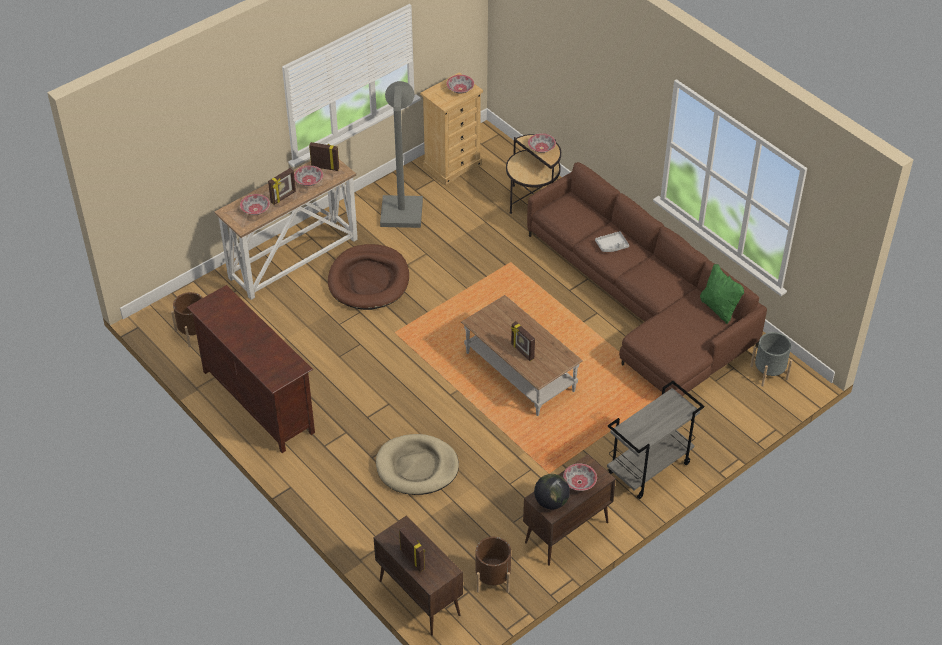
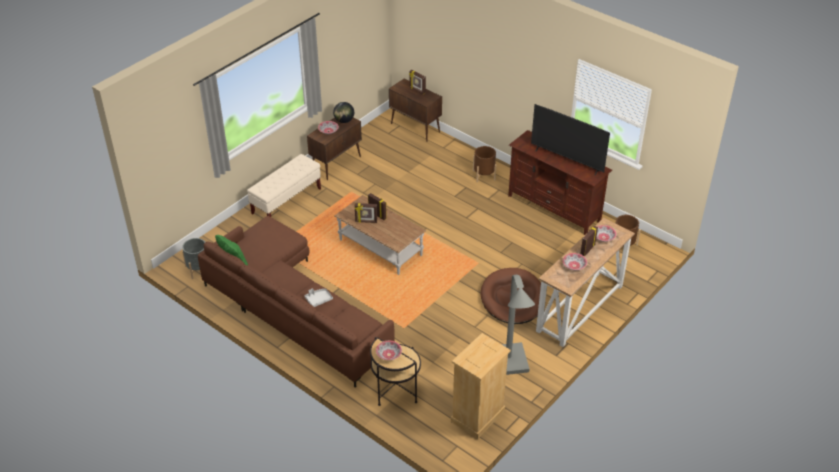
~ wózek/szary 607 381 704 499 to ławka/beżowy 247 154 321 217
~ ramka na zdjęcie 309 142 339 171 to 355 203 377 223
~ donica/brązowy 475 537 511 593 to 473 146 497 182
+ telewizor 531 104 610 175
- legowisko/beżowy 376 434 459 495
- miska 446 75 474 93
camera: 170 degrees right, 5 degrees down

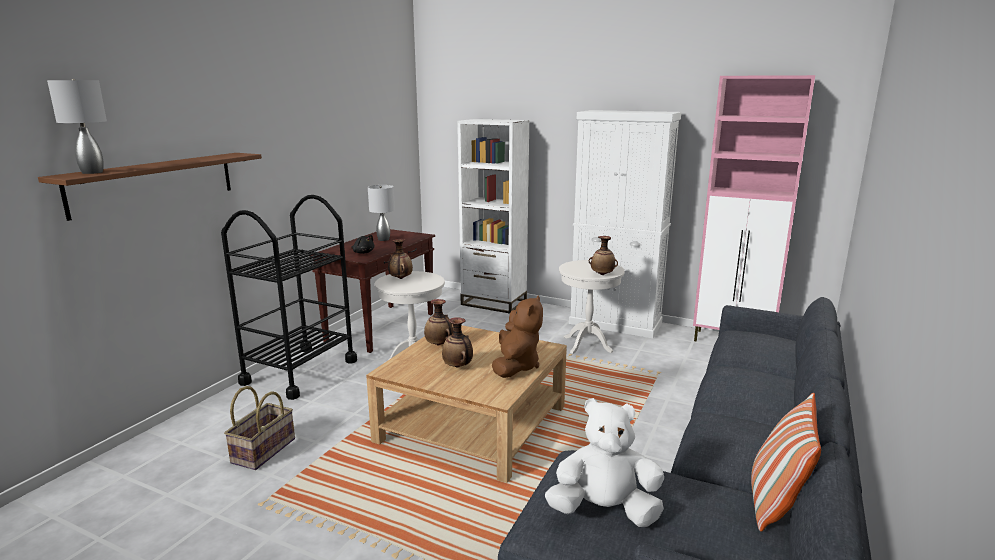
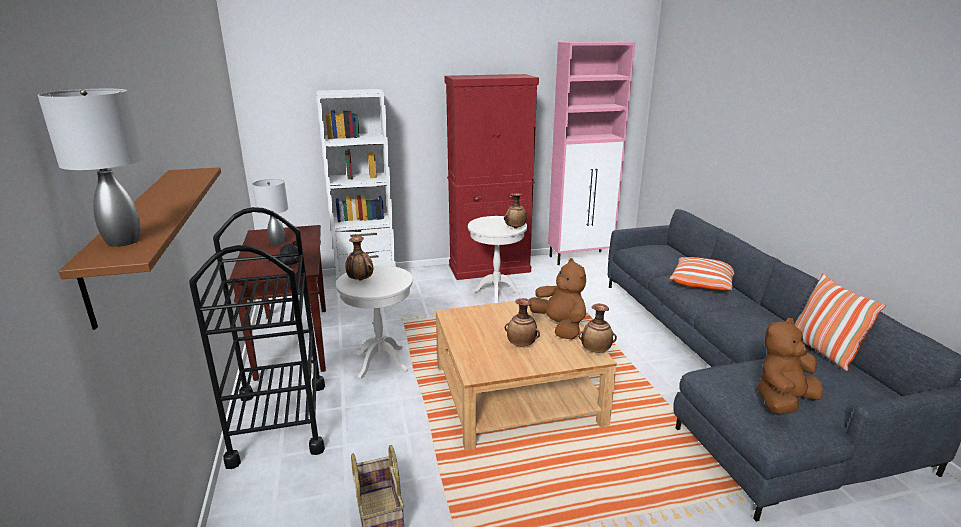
~ szafka/biały 569 110 681 338 to szafka/czerwony 444 74 539 280
~ wazon 424 299 453 346 to 578 304 617 353
+ poduszka 670 257 734 290
~ pluszak/biały 545 398 664 527 to pluszak/brązowy 757 318 823 414
camera: 40 degrees left, 5 degrees up

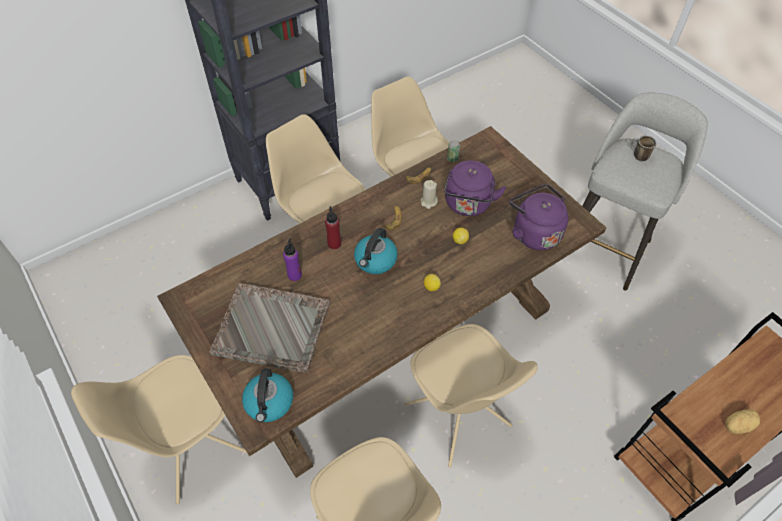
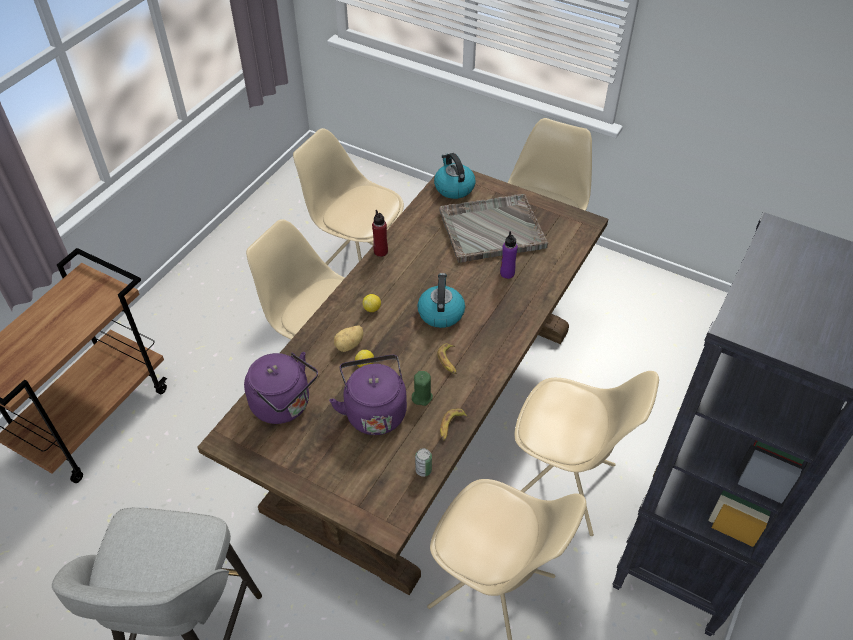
~ ziemniak 725 409 760 434 to 334 325 364 352
~ butelka/czerwony 325 206 341 249 to 372 210 388 257
~ świeca/beżowy 421 180 438 209 to świeca/zielony 412 371 433 406
- kubek 630 135 657 162
camera: 155 degrees right, 5 degrees down

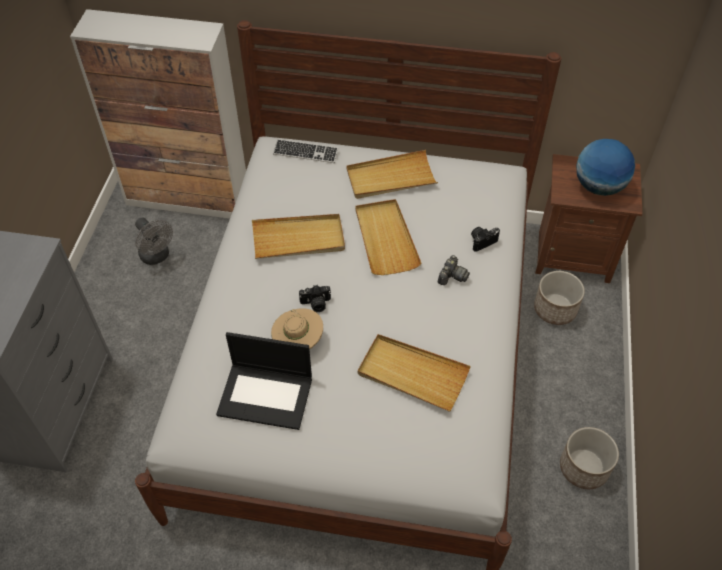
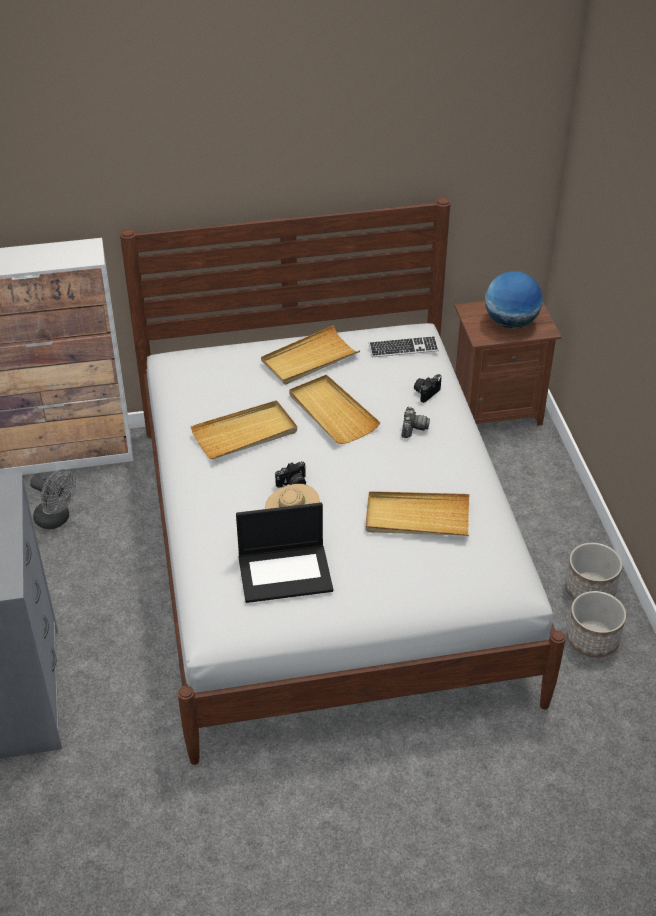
~ klawiatura 273 139 338 163 to 369 336 439 357
~ donica 534 271 585 325 to 567 591 626 658
camera: 20 degrees left, 10 degrees down

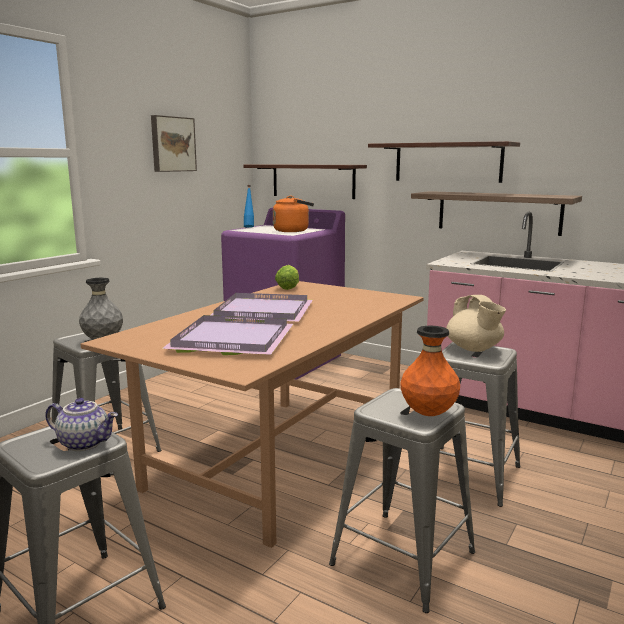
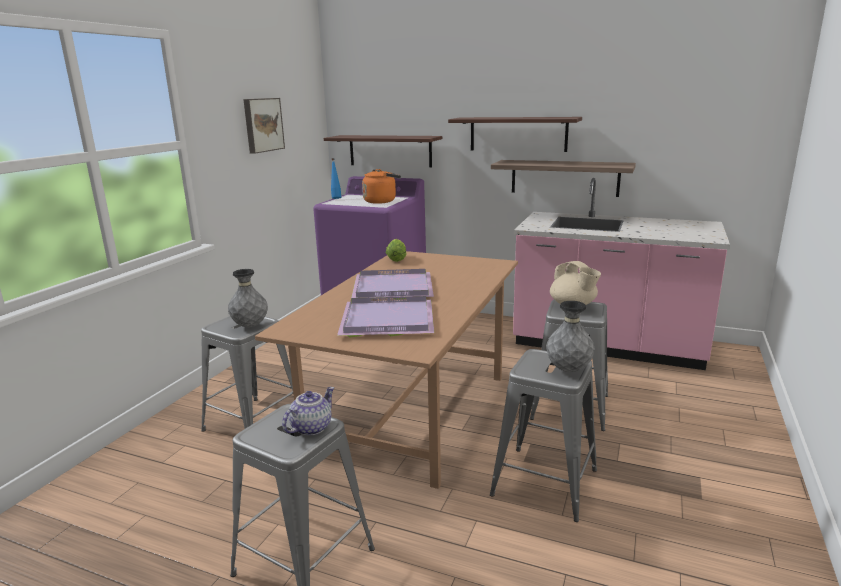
~ imbryk 45 398 118 451 = 282 387 334 436 60 degrees counterclockwise
~ wazon/pomarańczowy 400 326 460 416 to wazon/szary 546 301 595 372
camera: 10 degrees left, 5 degrees up

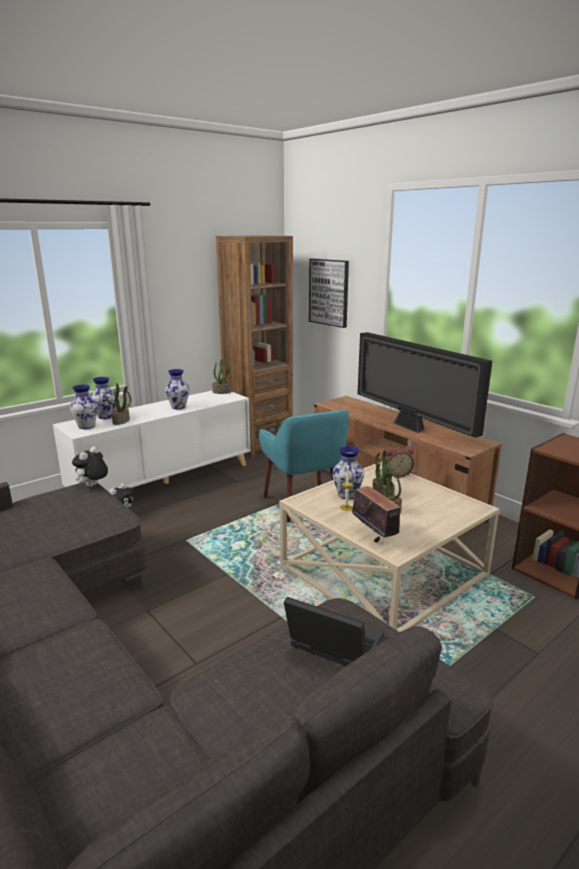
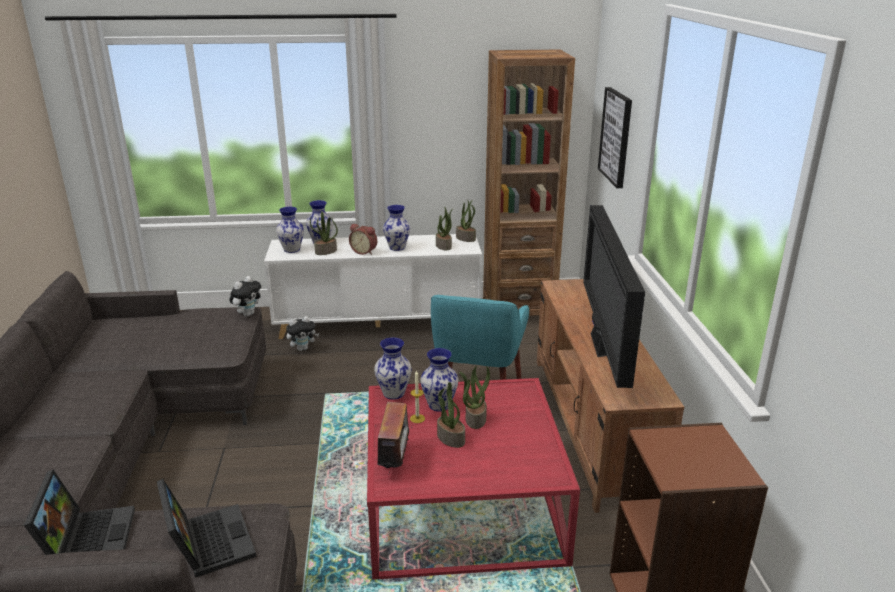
+ laptop 24 470 135 555
~ pluszak 72 446 108 487 = 229 276 261 317 150 degrees clockwise
~ budzik 385 446 414 478 to 349 224 377 255
~ ława/beżowy 279 462 500 632 to ława/czerwony 367 378 580 580
+ wazon 374 338 412 400
+ roślina doniczkowa 436 207 454 250
camera: 35 degrees right, 5 degrees up

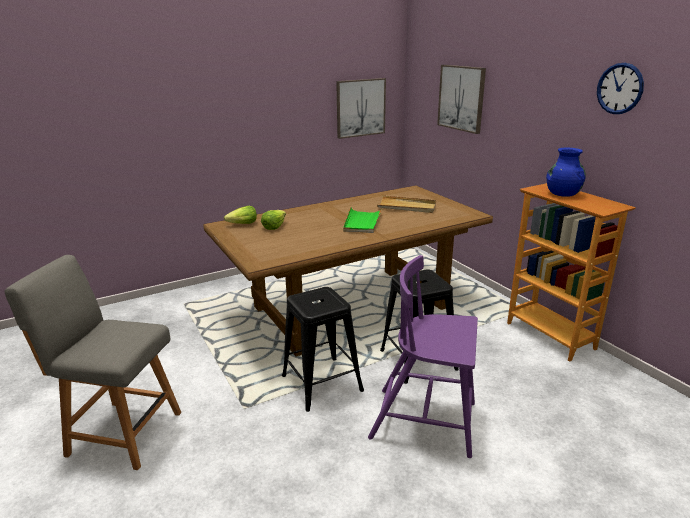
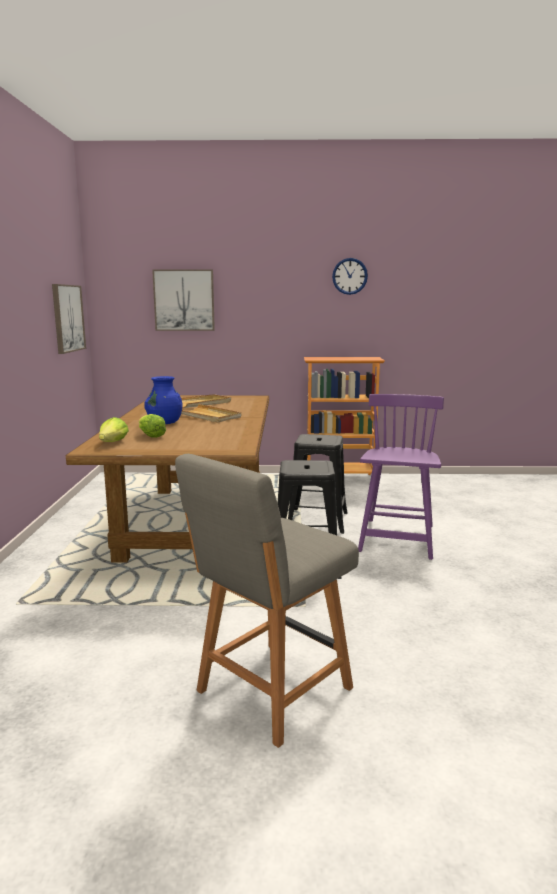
~ wazon/niebieski 546 148 586 197 to 144 376 182 424
~ taca/zielony 343 207 382 233 to taca/beżowy 181 404 241 423
~ krzesło/fioletowy 368 255 478 458 = 358 394 444 560 150 degrees clockwise
camera: 60 degrees left, 10 degrees down

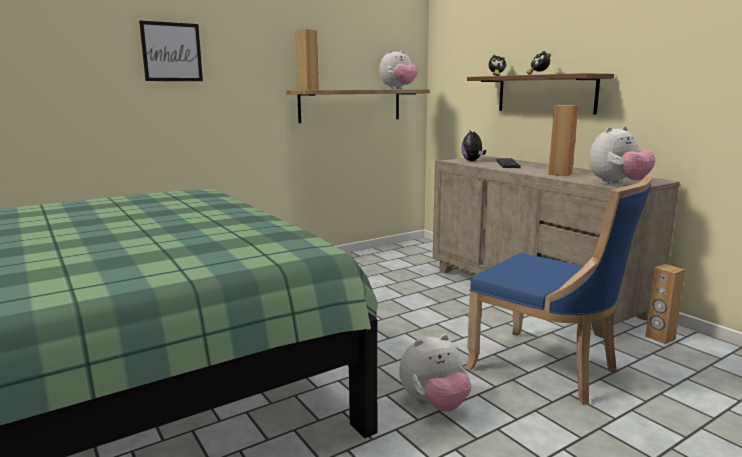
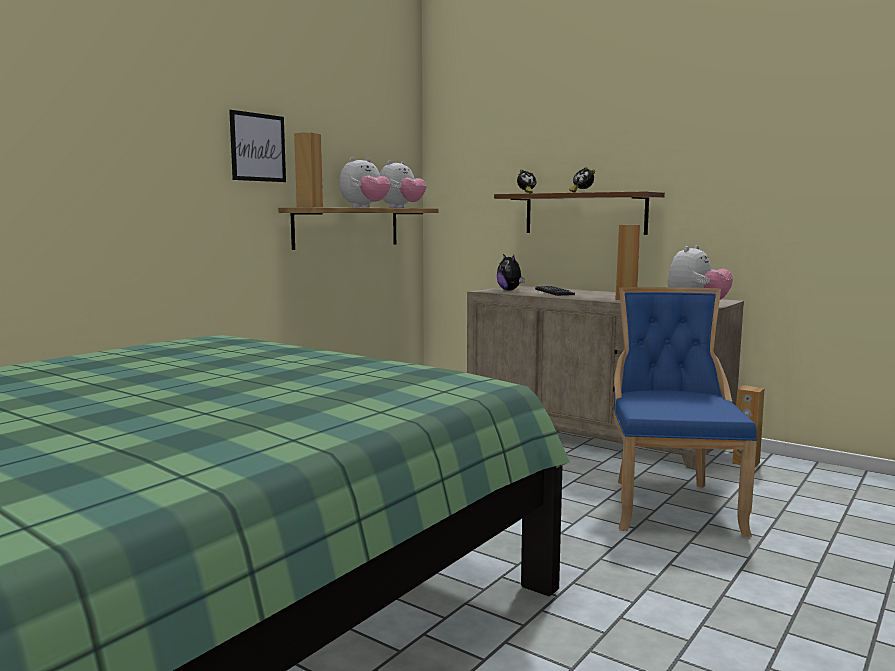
~ obraz 139 21 203 81 to 229 110 286 182
~ pluszak 399 334 471 412 to 339 157 391 208
~ krzesło/niebieski 465 176 653 405 = 614 287 757 537 105 degrees counterclockwise
camera: 20 degrees left, 5 degrees down

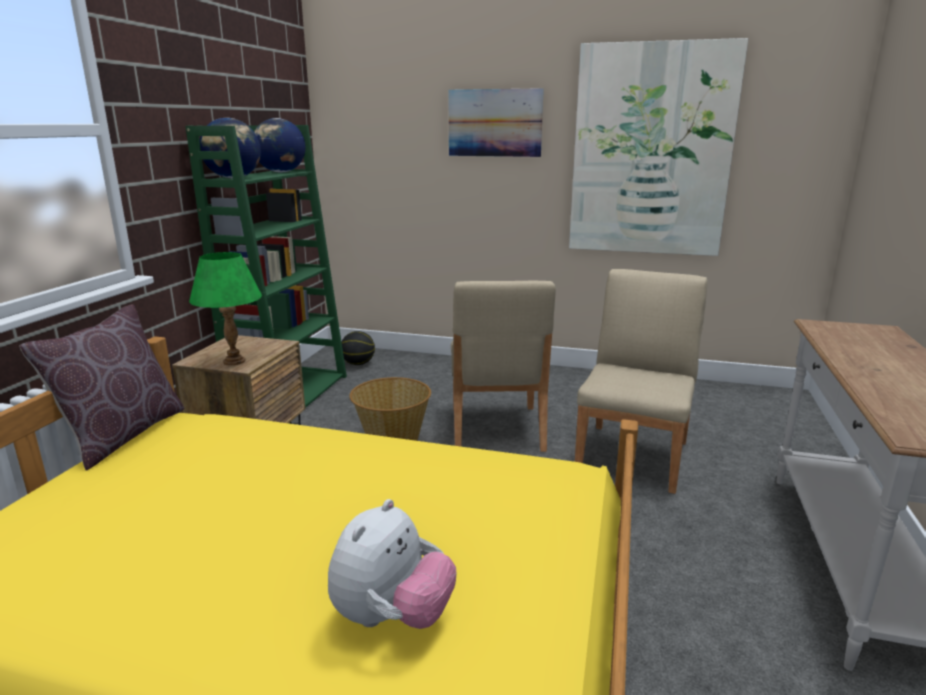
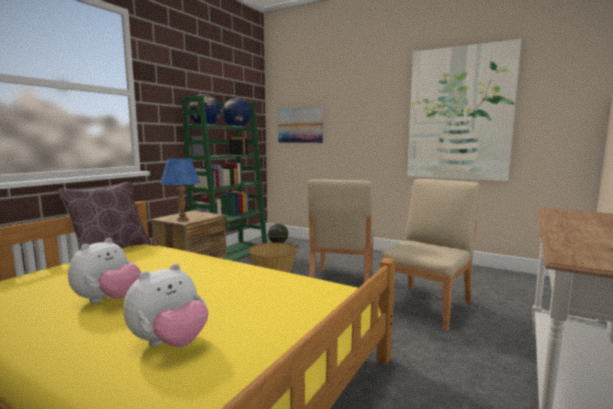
+ pluszak 68 238 141 304
~ lampa stołowa/zielony 189 252 262 365 to lampa stołowa/niebieski 160 158 200 221
~ obraz 448 88 544 157 to 278 107 323 143
camera: 15 degrees right, 10 degrees down

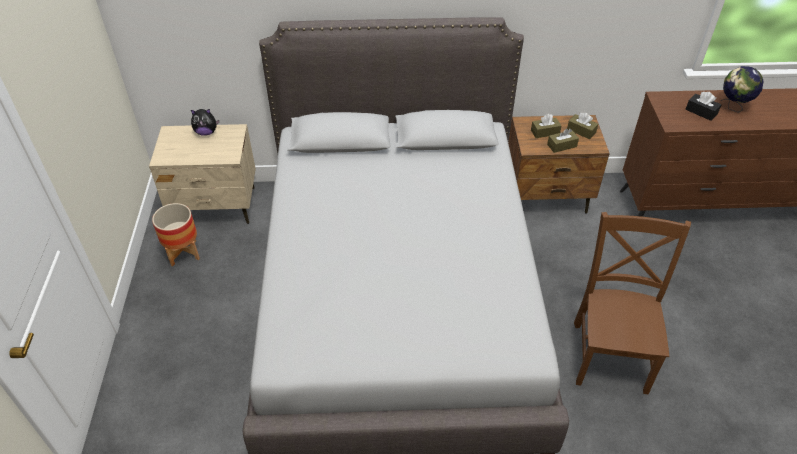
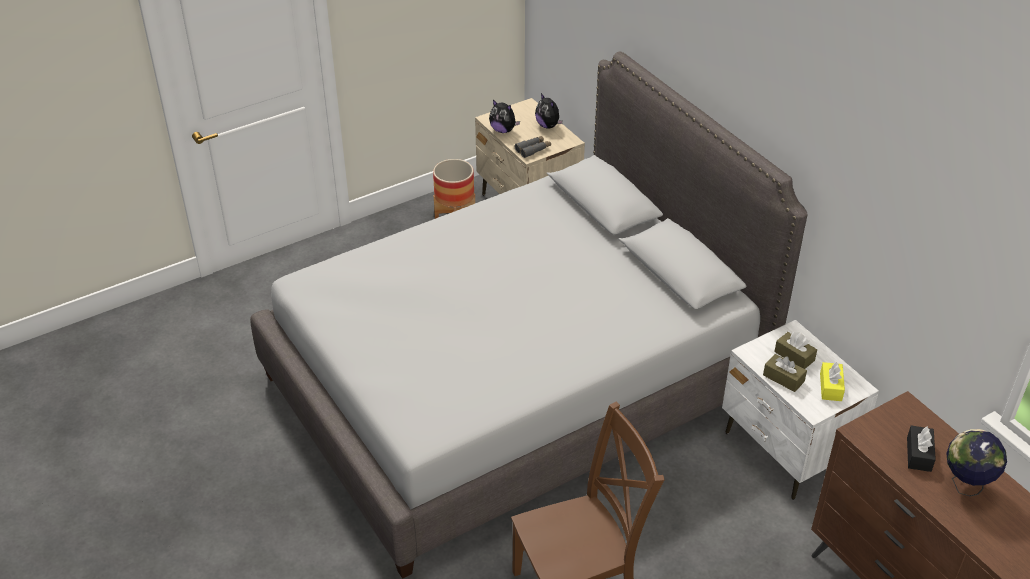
+ pluszak 489 100 520 133
+ lornetka/szary 514 136 551 158
~ szafka nocna/brązowy 508 115 610 214 to szafka nocna/biały 722 320 879 500
~ pudełko chusteczek/brązowy 567 113 598 139 to pudełko chusteczek/żółty 820 362 845 401
camera: 60 degrees right, 5 degrees down

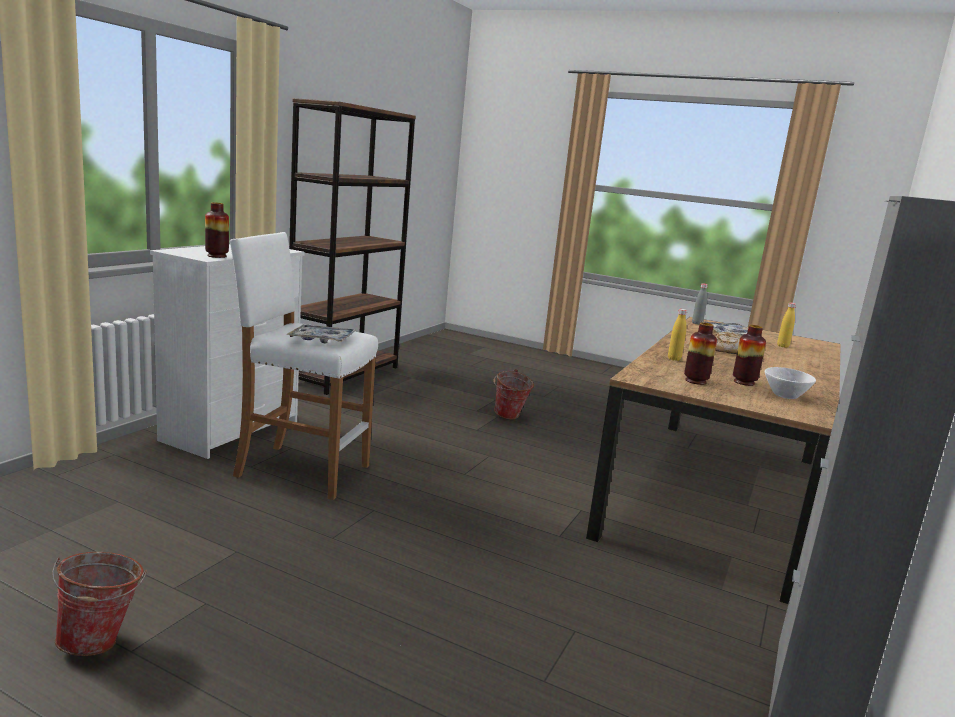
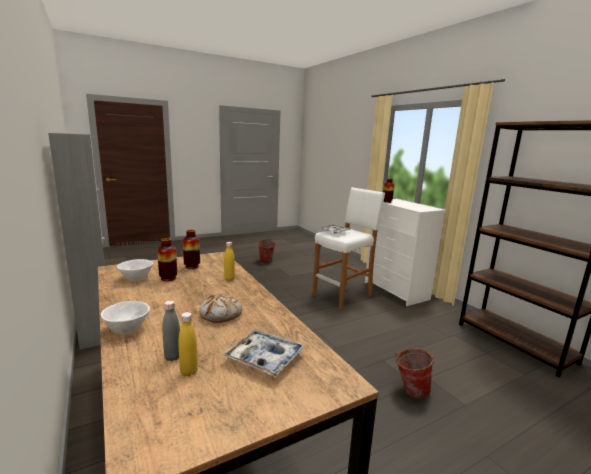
+ miska/biały 101 301 150 335
~ butelka/szary 692 284 708 325 to 162 301 180 361
camera: 125 degrees right, 0 degrees up

